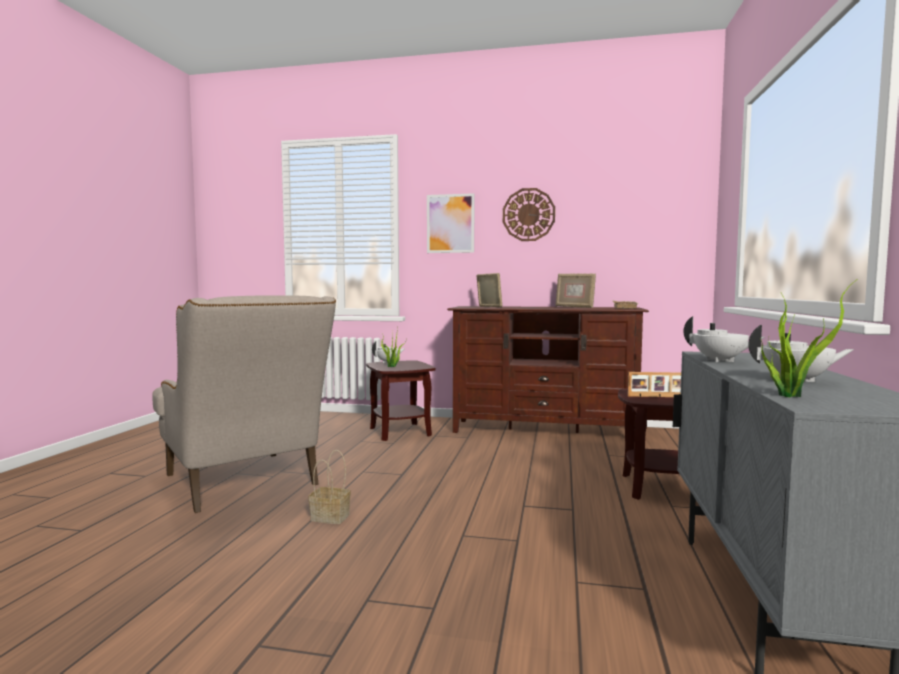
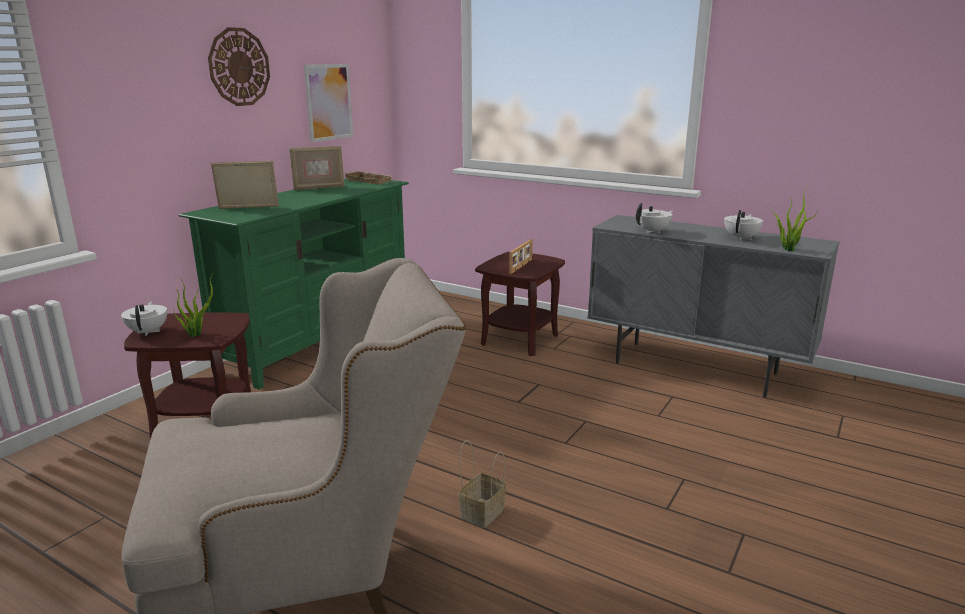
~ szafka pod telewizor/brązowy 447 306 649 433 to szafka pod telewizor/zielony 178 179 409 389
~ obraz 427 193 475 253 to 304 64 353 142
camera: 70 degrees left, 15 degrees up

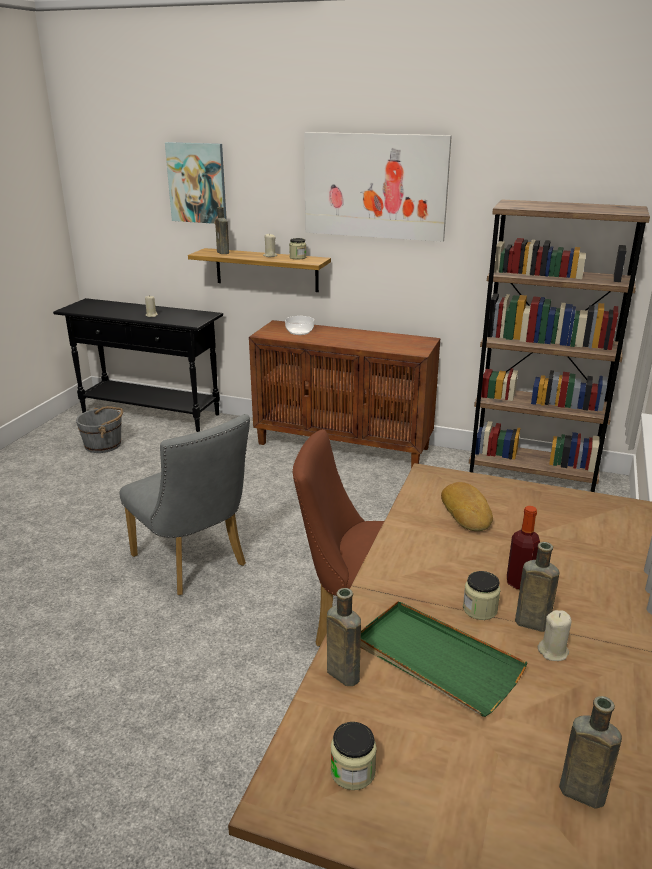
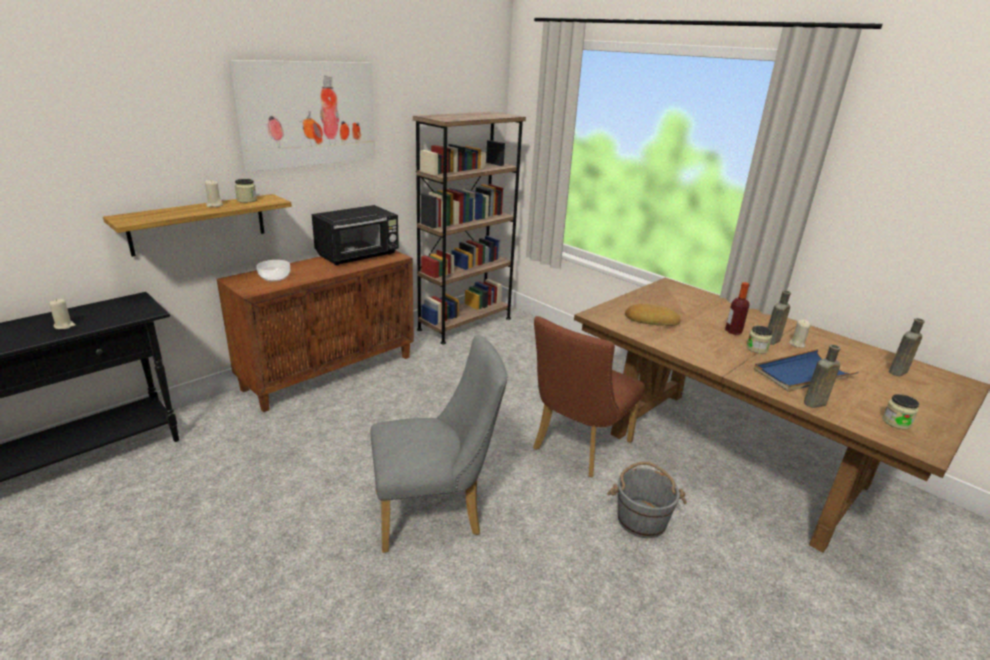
+ mikrofalówka/czarny 312 205 399 266
~ wiadro/szary 76 406 123 453 to 607 461 687 538
~ taca/zielony 361 601 528 717 to taca/niebieski 754 349 859 392
- obraz 165 142 227 224
- butelka/brązowy 215 207 229 254
camera: 65 degrees left, 0 degrees up

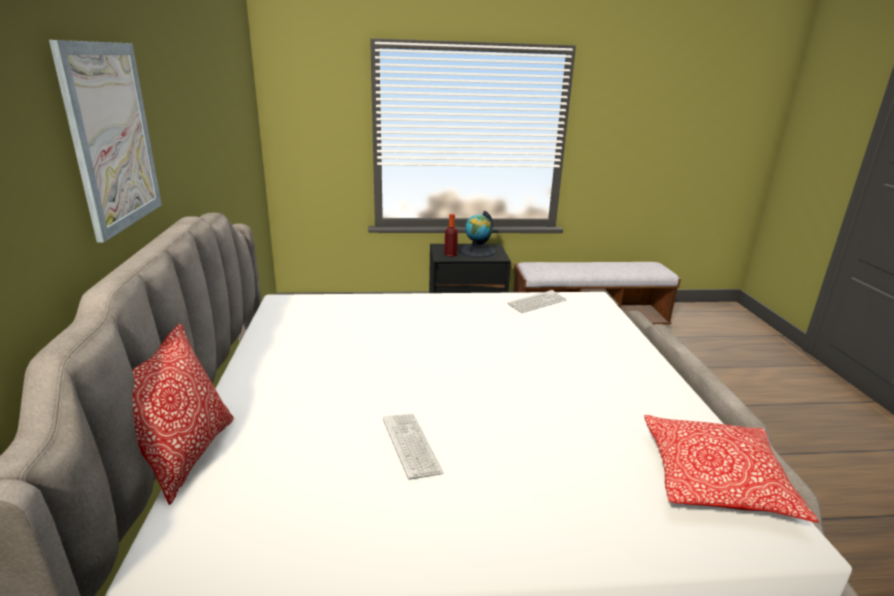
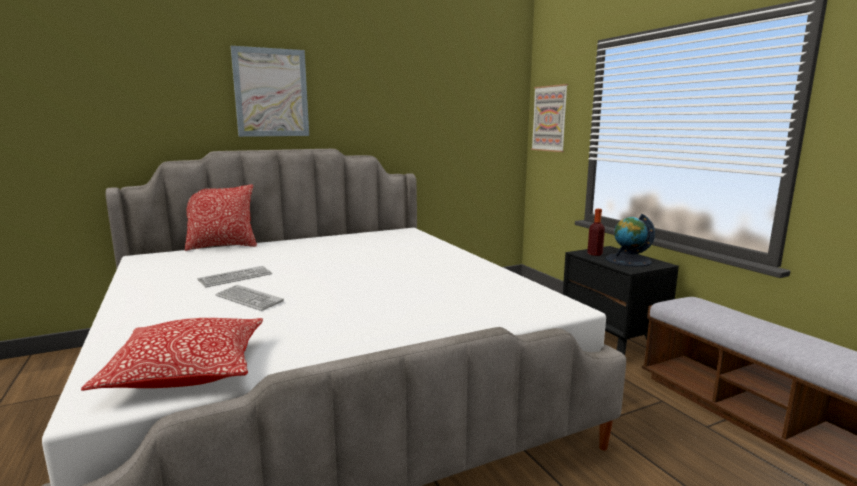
~ klawiatura 507 290 567 313 to 215 285 284 311
+ obraz 531 84 568 152
camera: 70 degrees right, 10 degrees down

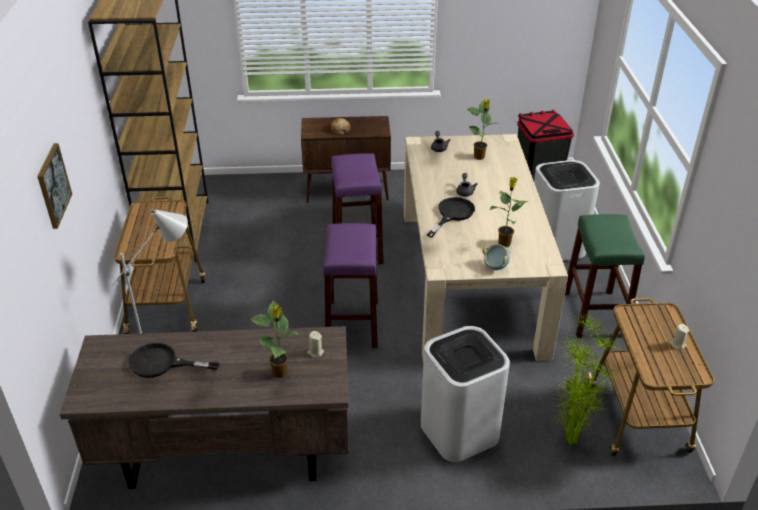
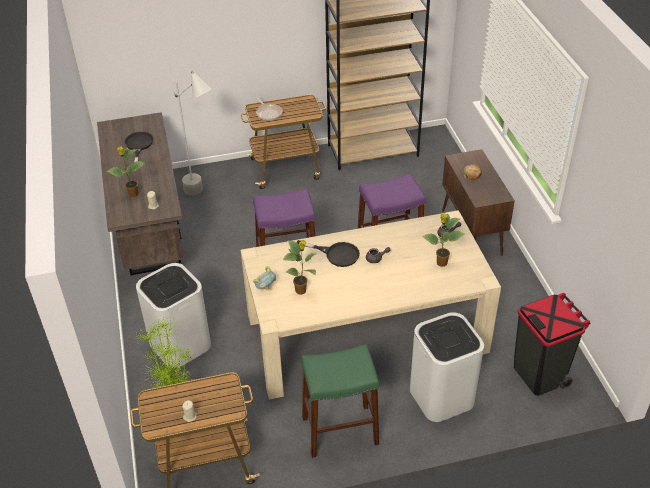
+ patelnia 256 97 283 121
- obraz 37 143 72 229
camera: 80 degrees right, 5 degrees up

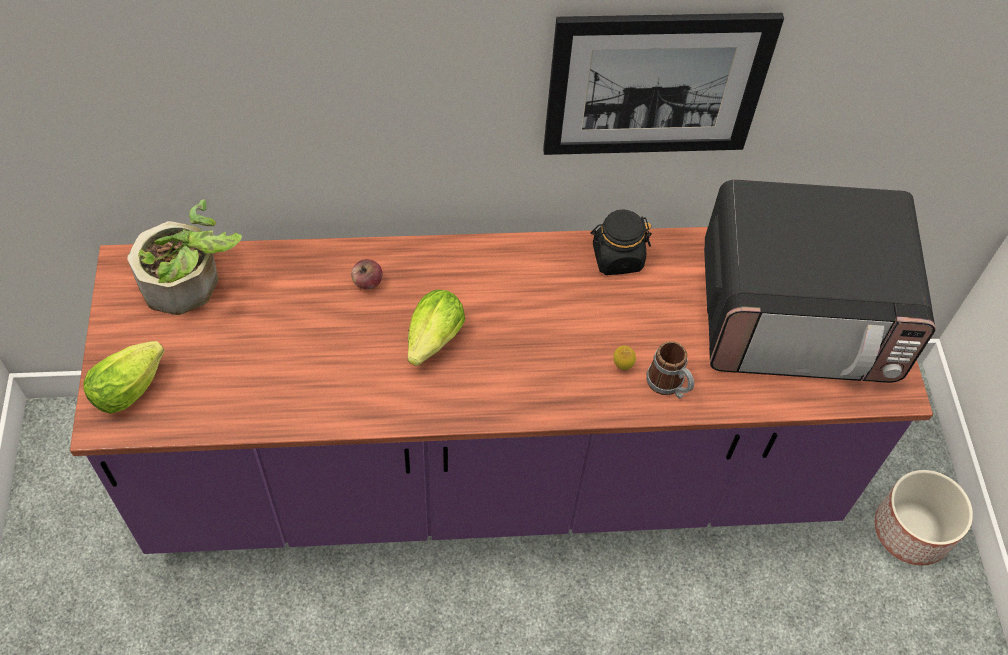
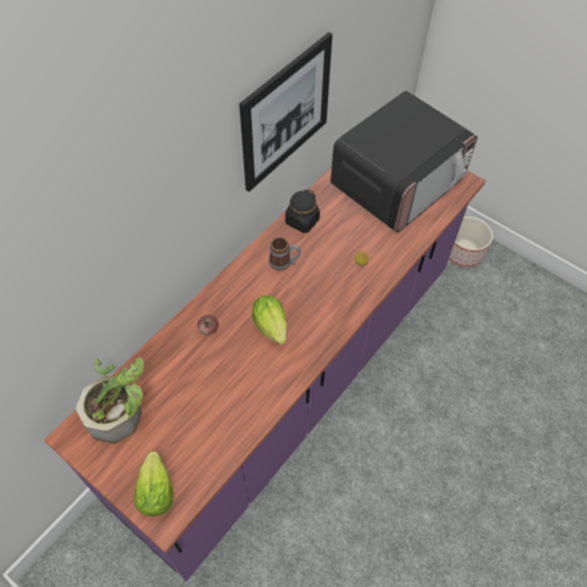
~ kubek 646 341 694 399 to 269 237 301 271
camera: 45 degrees left, 0 degrees up

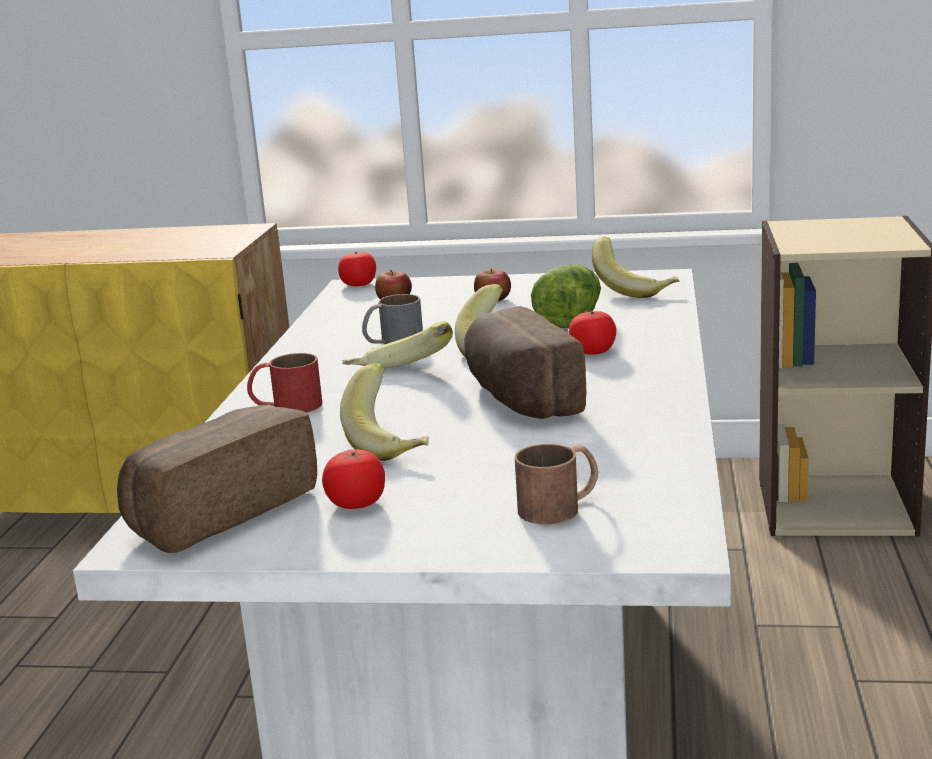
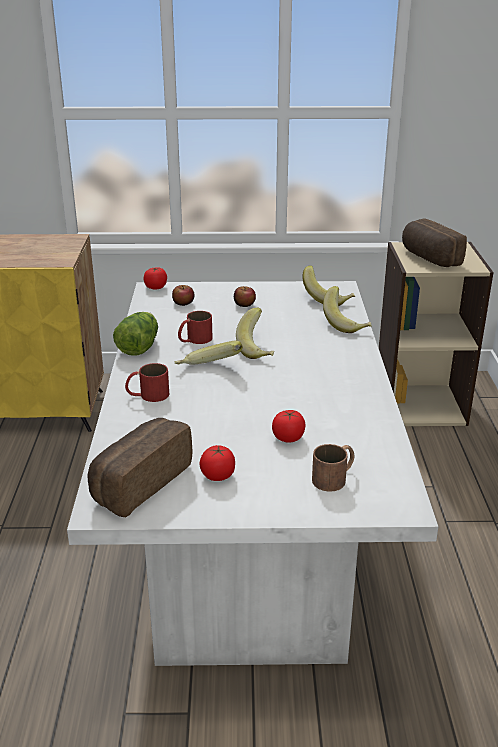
~ sałata 531 264 601 328 to 113 312 158 356
~ kubek/szary 362 294 423 344 to kubek/czerwony 178 311 212 344
~ pomidor 569 311 616 355 to 272 410 306 443
~ banan 340 363 429 461 to 323 286 372 333
~ chleb 464 306 586 419 to 402 218 467 267
camera: 10 degrees left, 10 degrees up

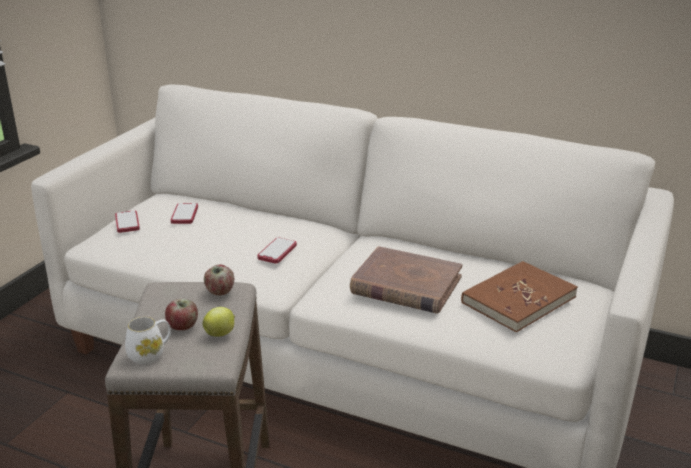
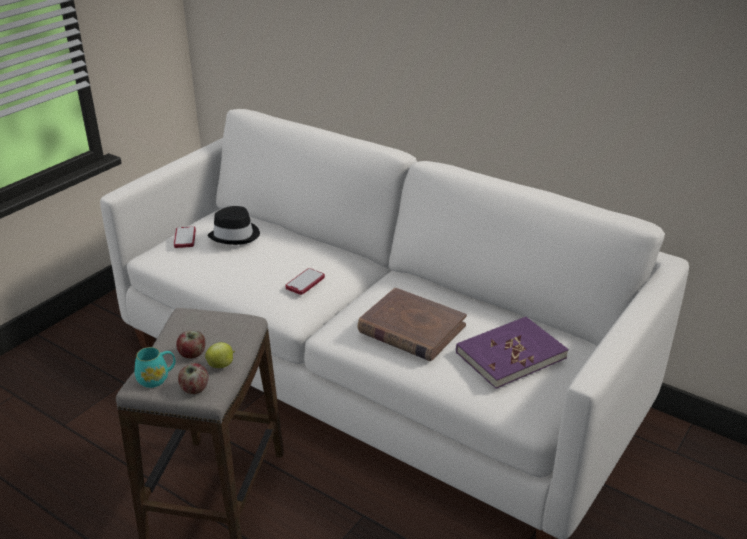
~ kubek/biały 125 317 171 364 to kubek/turkusowy 134 347 175 388
~ jabłko 204 265 234 295 to 178 363 209 394
~ telefon 171 203 198 224 to kapelusz/czarny 208 206 260 245
~ książka/brązowy 461 261 578 333 to książka/fioletowy 456 316 569 389
camera: 10 degrees right, 5 degrees up

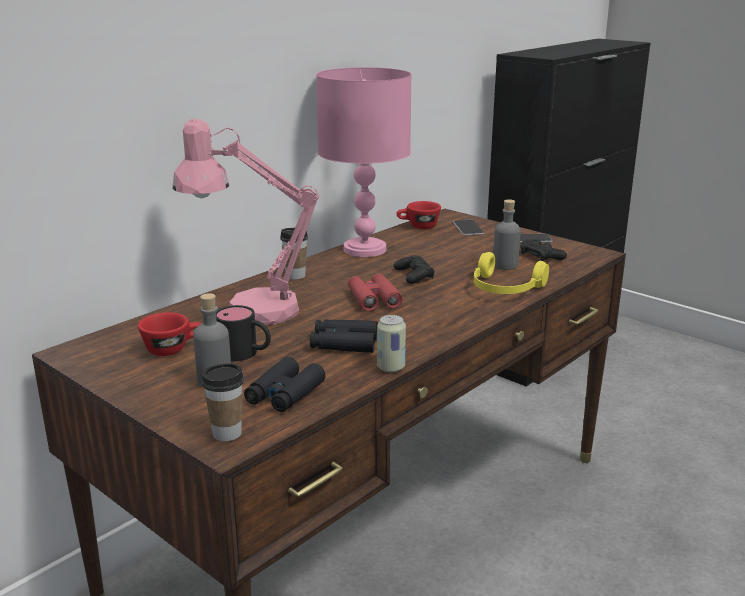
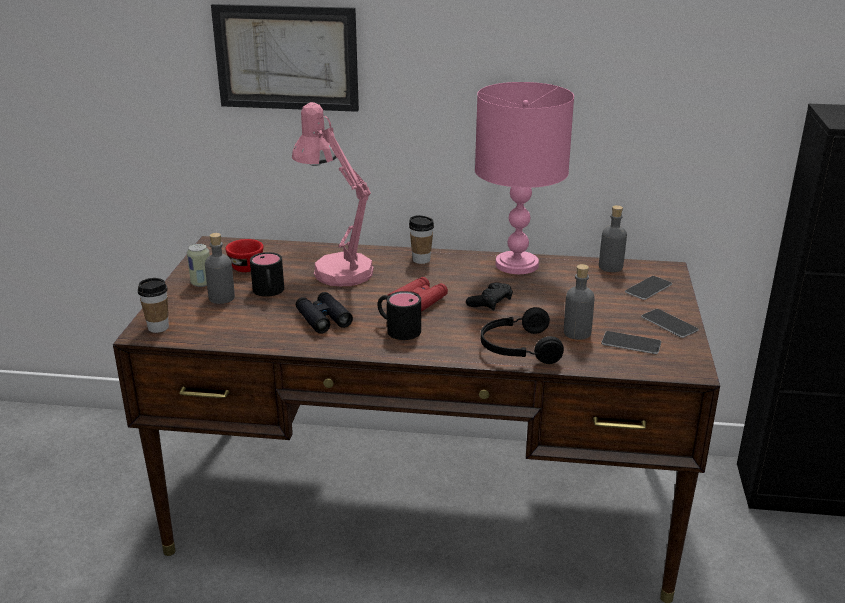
~ puszka 377 315 406 373 to 187 244 210 287
+ obraz 211 4 359 112
+ kubek/czarny 377 291 421 340
~ słuchawki/żółty 474 252 549 294 to słuchawki/czarny 481 307 564 364
~ filiżanka/czerwony 397 201 441 229 to butelka/szary 599 205 627 272
~ pad do gier/czarny 520 238 567 261 to telefon 601 331 661 354
- lornetka/czarny 244 357 325 412
camera: 55 degrees right, 5 degrees up

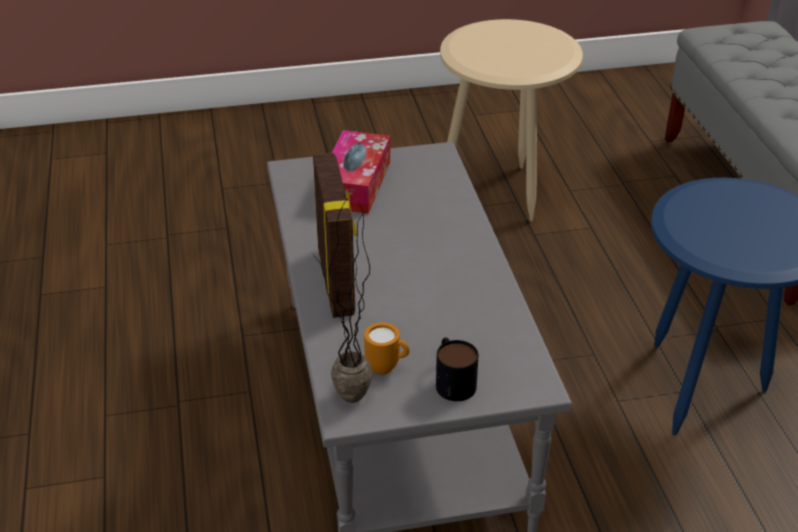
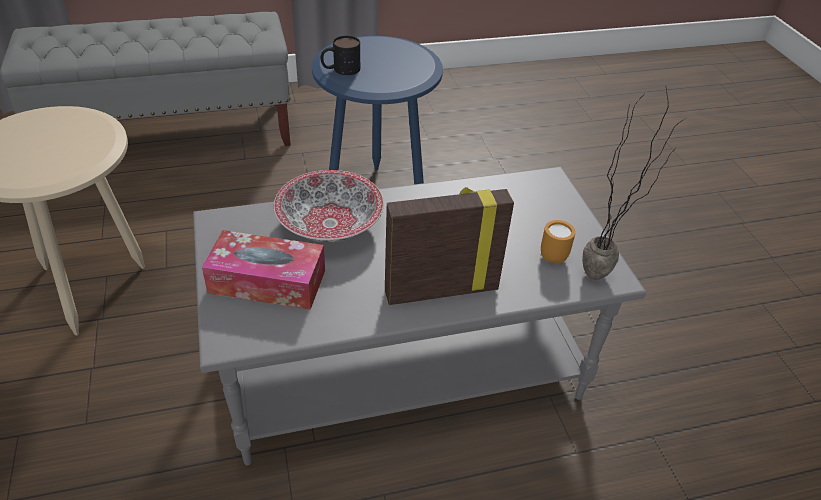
+ miska 274 170 384 243
~ kubek 436 338 479 401 to 321 36 360 75
camera: 95 degrees left, 5 degrees up

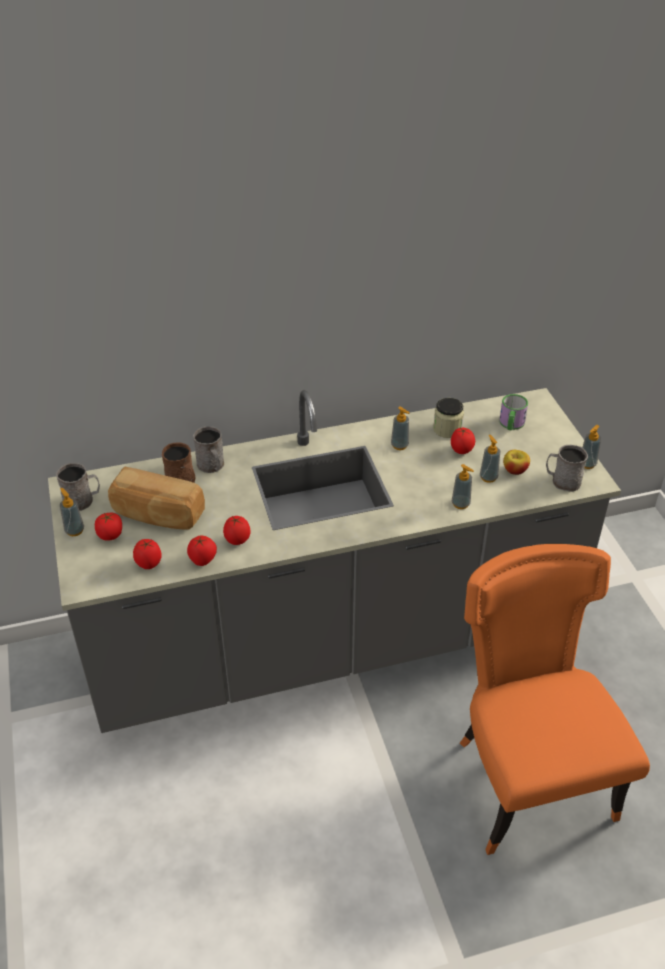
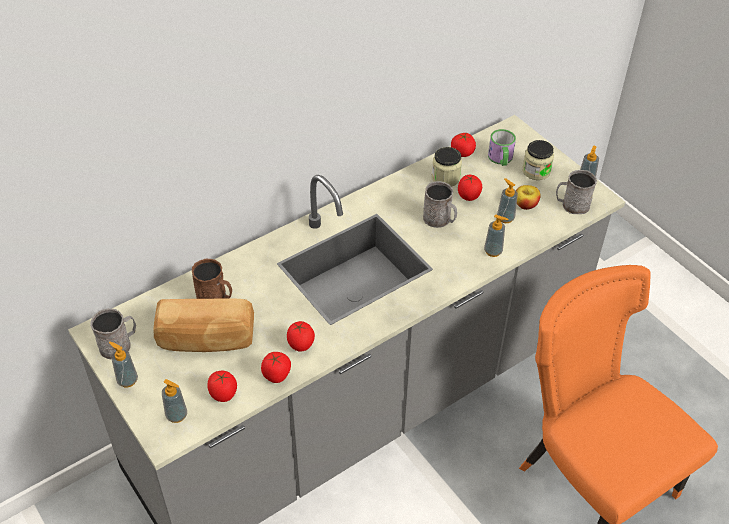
~ dozownik mydła 391 406 409 450 to 162 379 187 423
~ kubek/szary 193 426 224 473 to 423 181 457 228
~ pomidor 95 513 122 541 to 451 133 476 157
+ słoik 522 140 554 180
camera: 20 degrees left, 5 degrees up

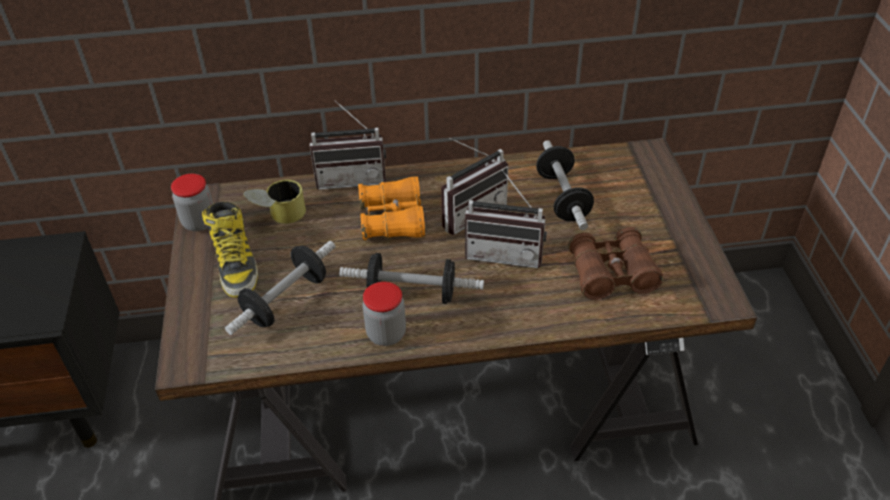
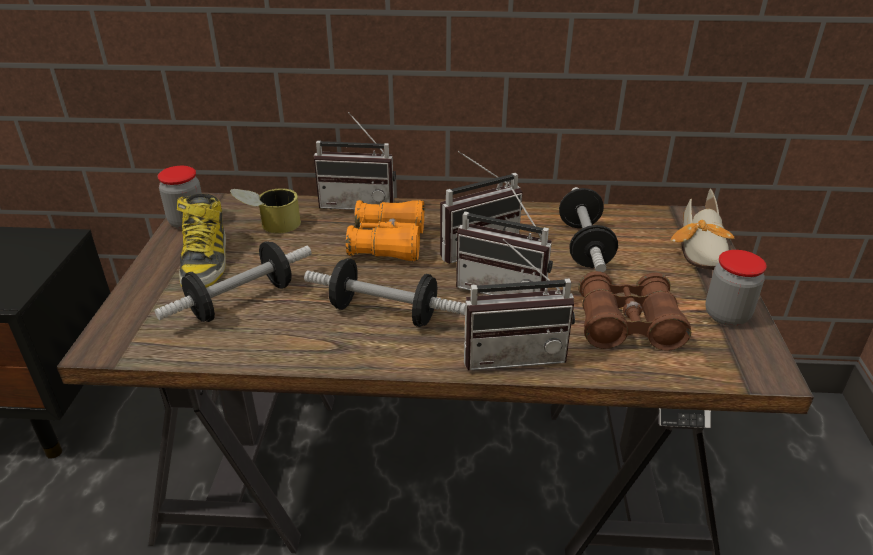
+ radio 464 239 575 370
+ but 671 188 734 270
~ słoik 363 282 406 346 to 705 250 767 326
camera: 10 degrees right, 10 degrees down

